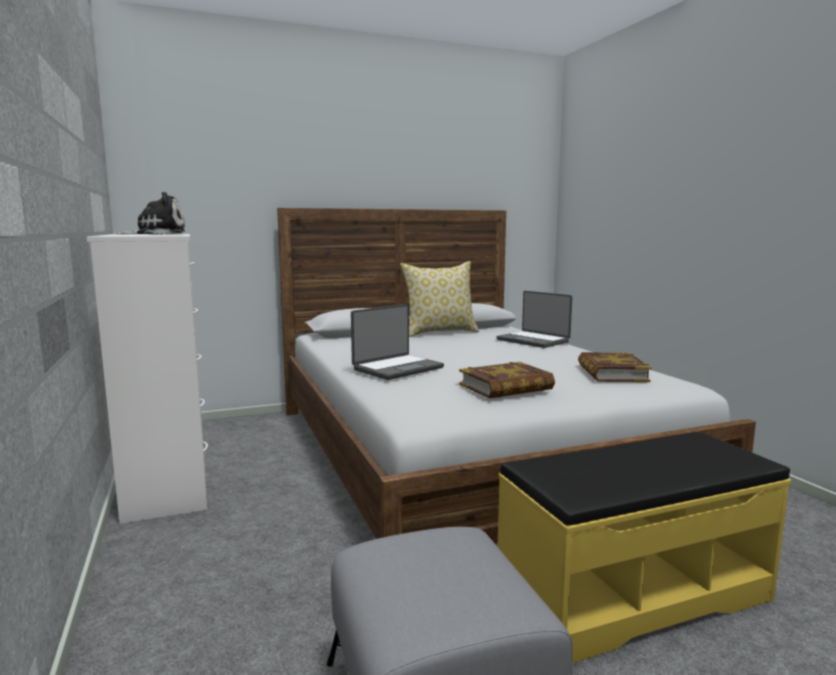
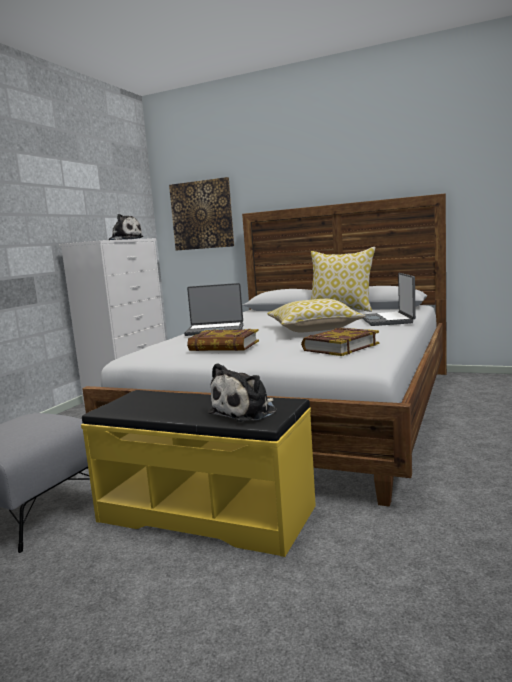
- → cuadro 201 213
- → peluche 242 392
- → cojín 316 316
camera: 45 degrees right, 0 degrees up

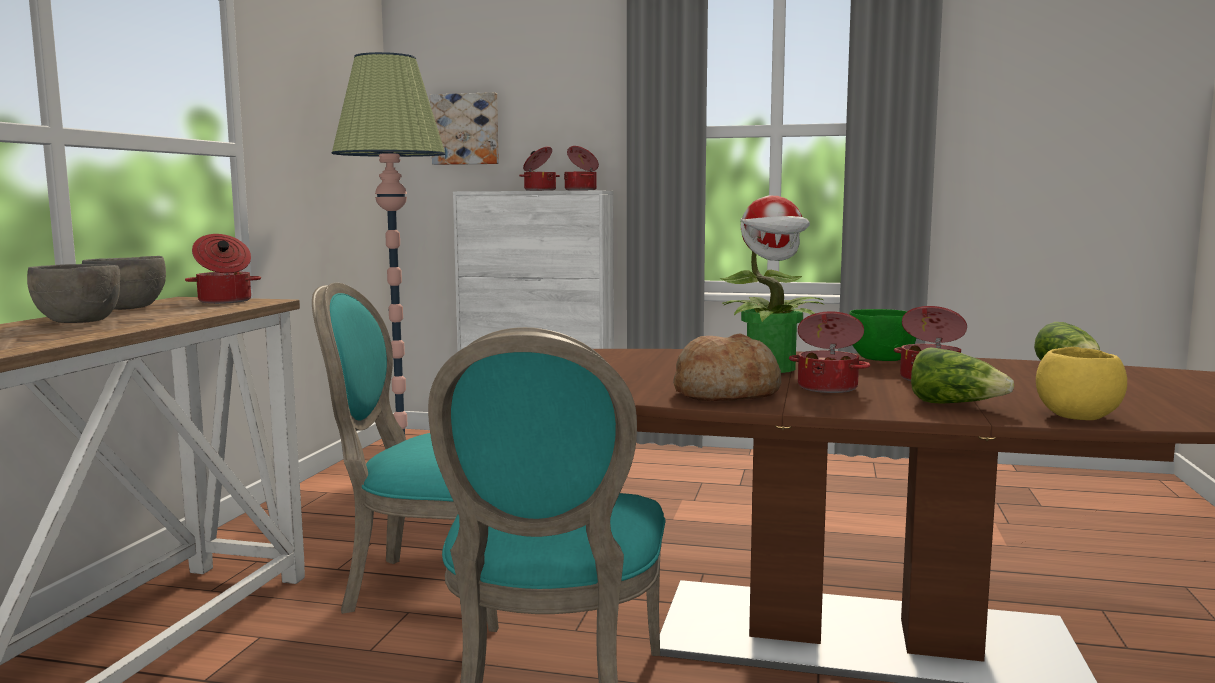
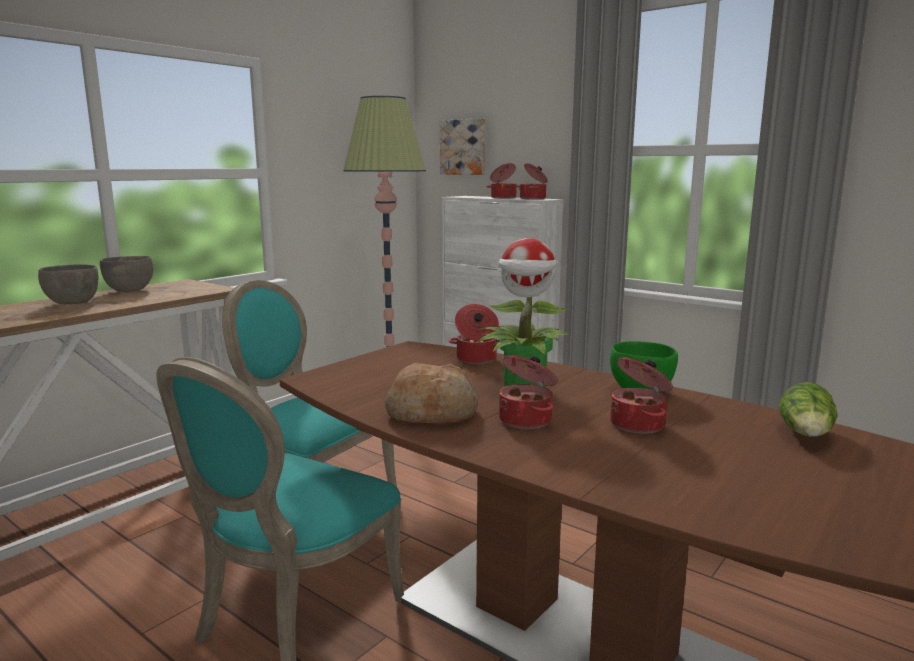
olla 223 269 → olla 473 334, relocated
lechuga 962 375 → -
cuenco (amarillo) 1081 383 → -
camera: 25 degrees right, 5 degrees up

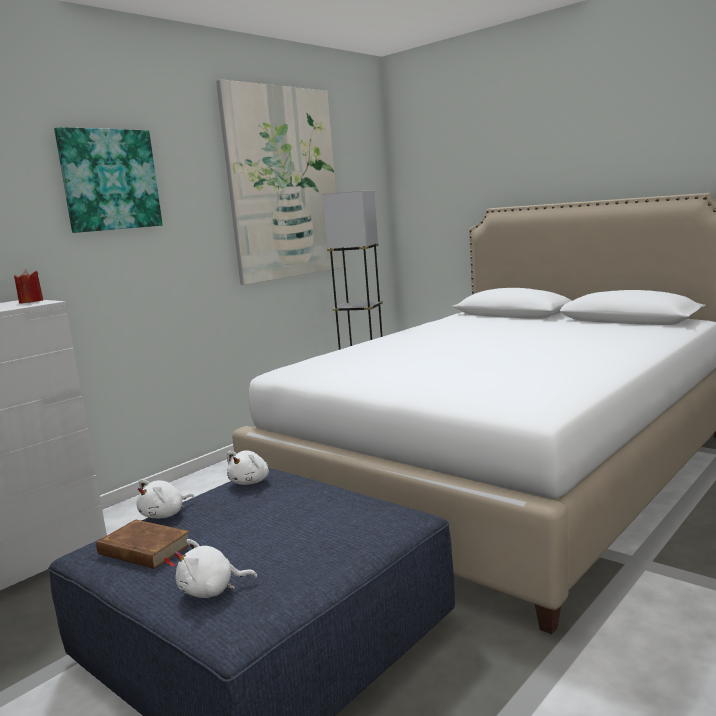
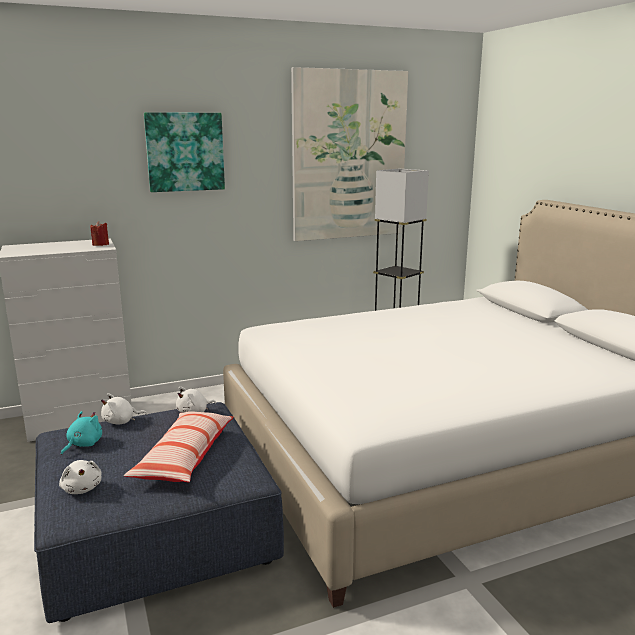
peluche (blanco) 216 568 → peluche (blanco) 80 477, 135 degrees counterclockwise
libro (marrón) 143 544 → peluche (turquesa) 81 433
- → cojín 179 446
camera: 25 degrees right, 5 degrees up

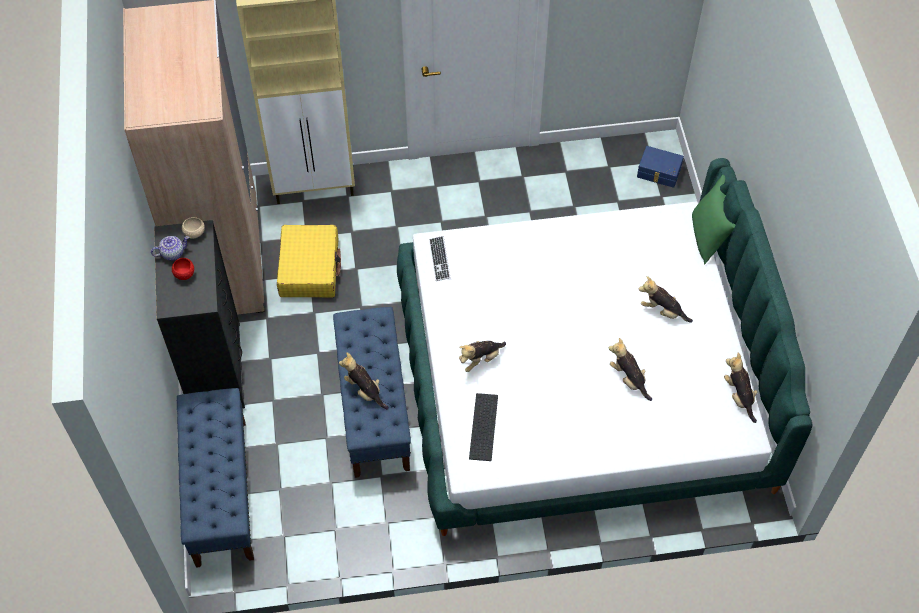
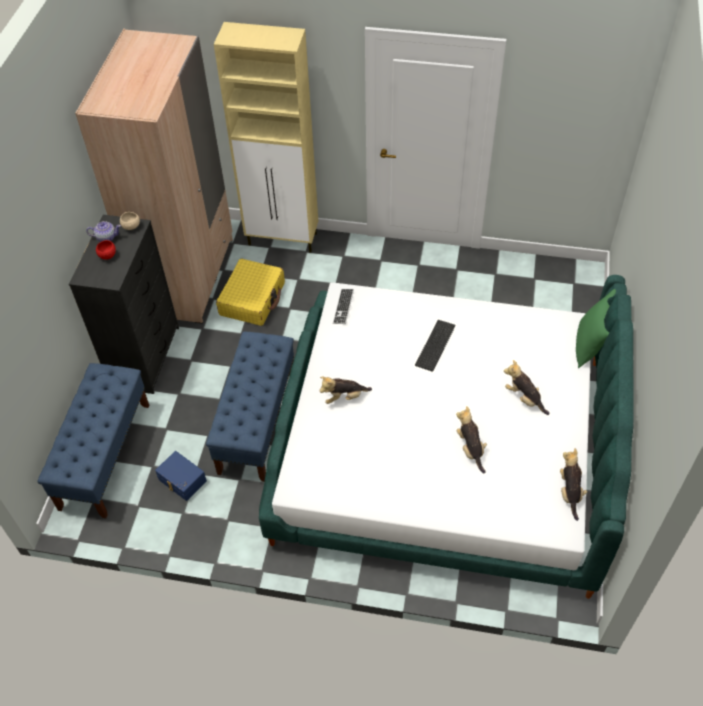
caja de almacenaje (azul) 660 167 → caja de almacenaje (azul) 181 476, relocated
teclado 483 427 → teclado 435 346, relocated
peluche 364 381 → -
camera: 20 degrees right, 5 degrees down

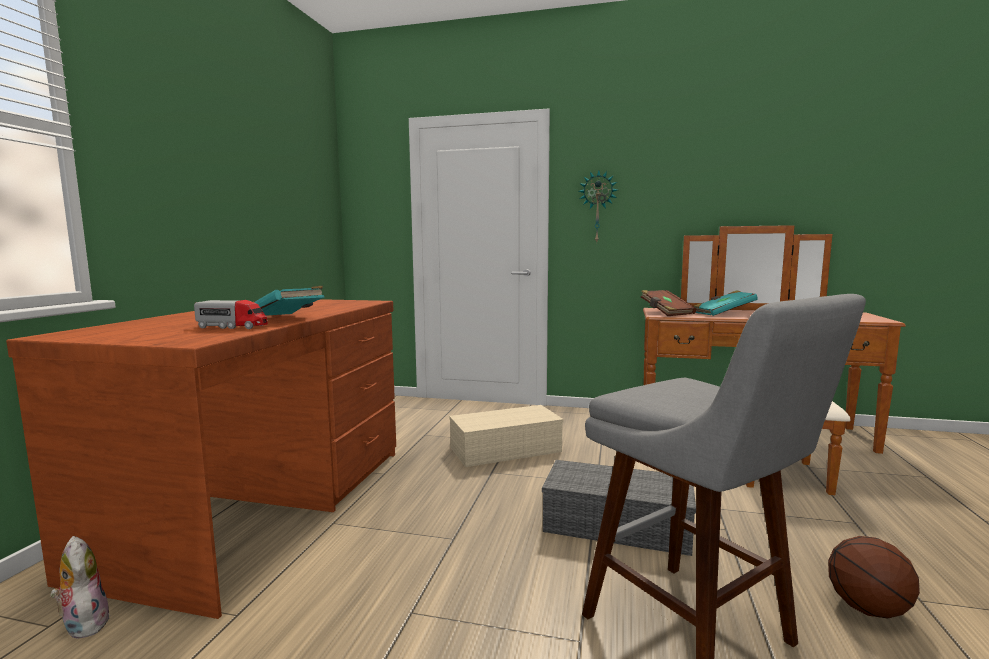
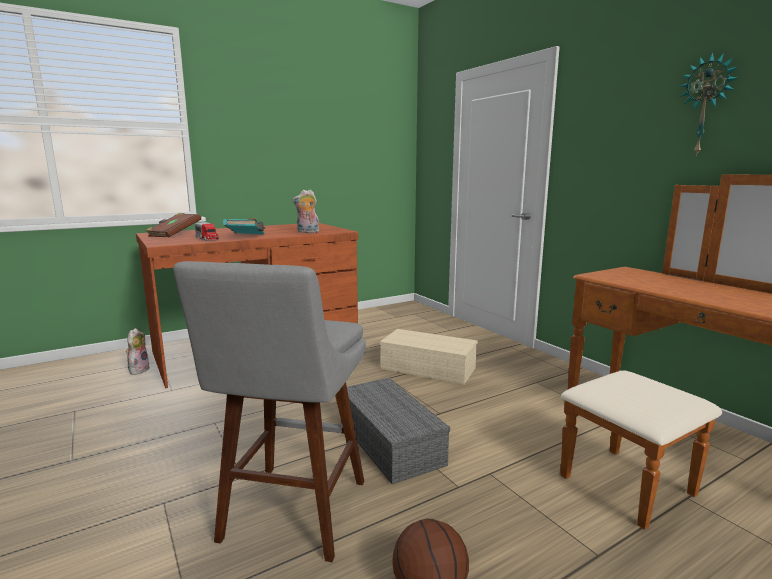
libro (marrón) 668 303 → libro (marrón) 173 225, relocated
- → peluche 305 211
reloj de pared 598 206 → reloj de pared 709 104, relocated
libro (turquesa) 726 303 → -
camera: 45 degrees right, 5 degrees up

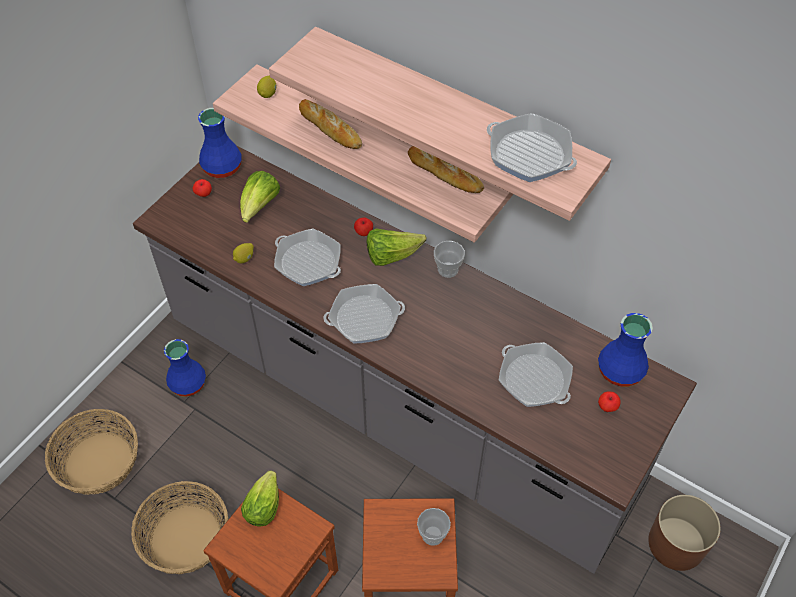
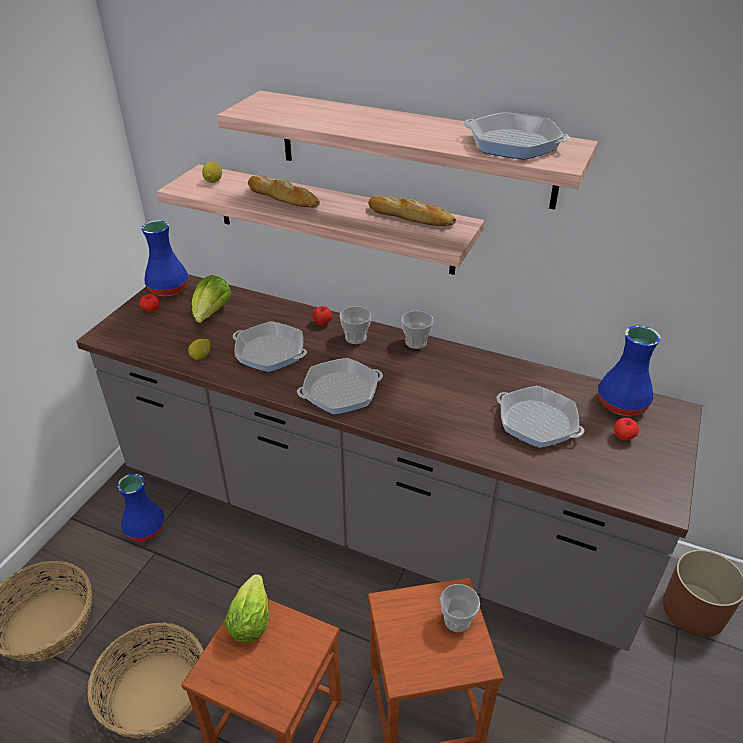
lechuga 396 247 → taza 355 325
camera: 10 degrees left, 15 degrees down

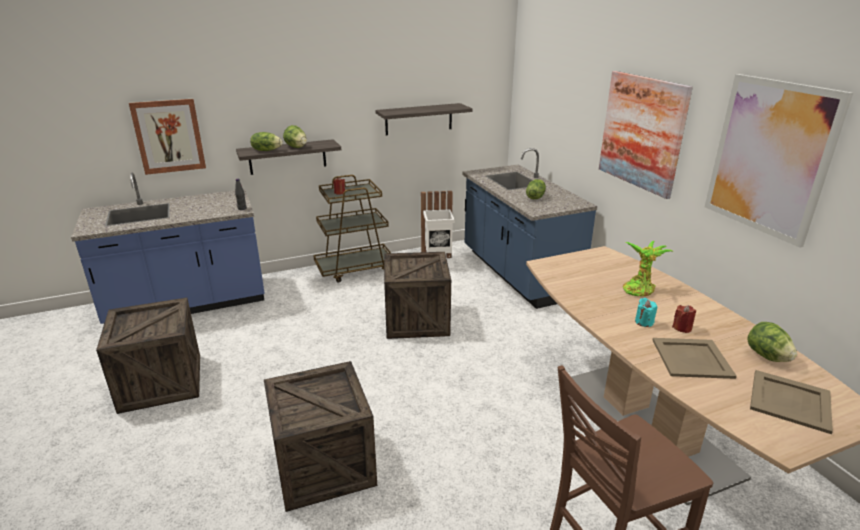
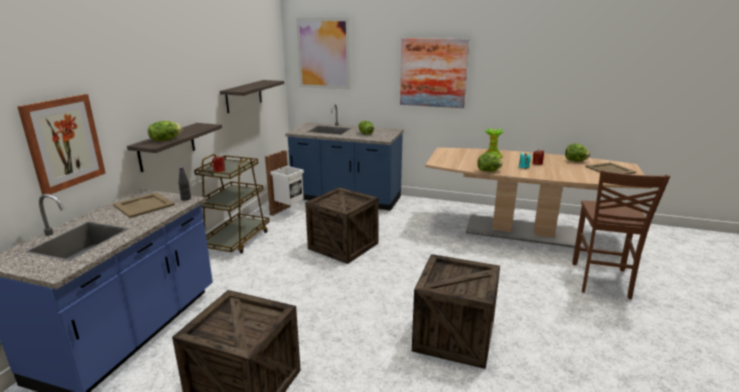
bandeja (beis) 695 358 → bandeja (beis) 144 205, relocated
cuadro 779 160 → cuadro 323 54, relocated
lechuga 295 136 → lechuga 489 162, relocated
camera: 50 degrees left, 5 degrees down

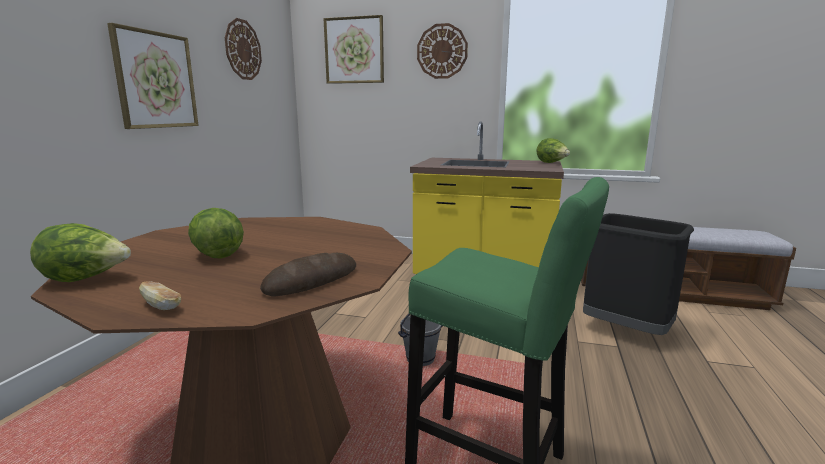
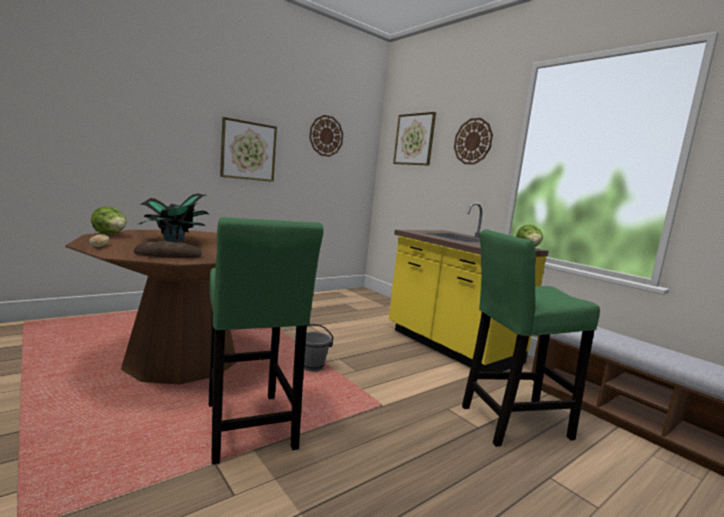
lechuga 216 233 → planta en maceta 173 218
papelera (negro) 638 274 → taburete (verde) 531 338
camera: 35 degrees right, 5 degrees down

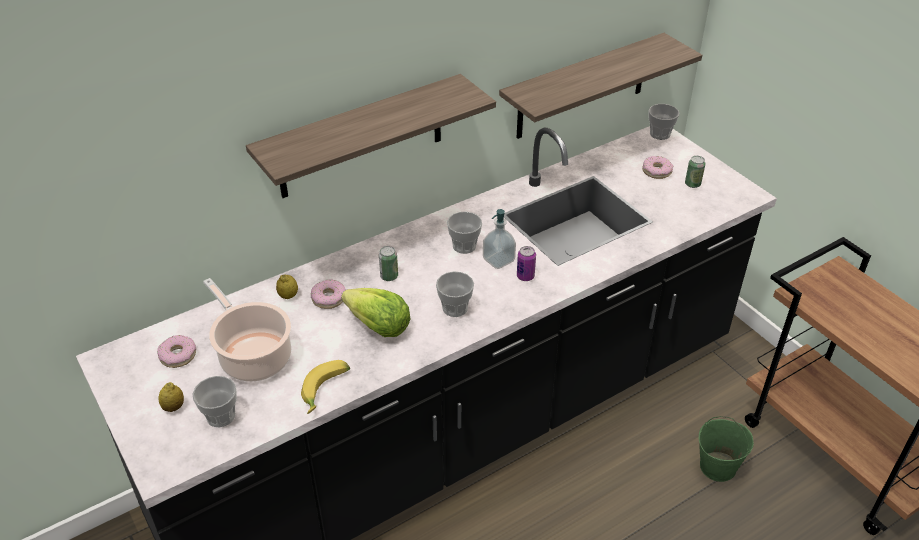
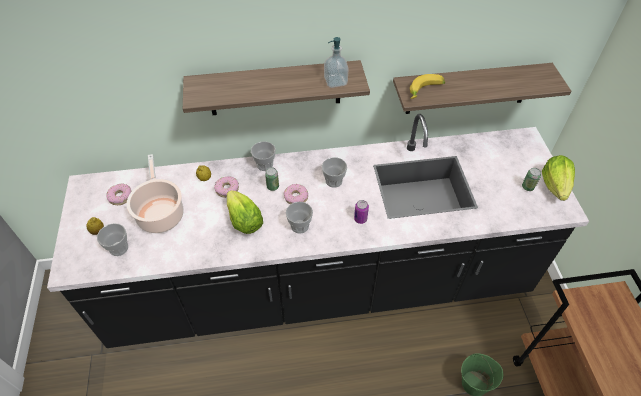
taza 664 122 → taza 263 156, relocated
rosquilla 657 167 → rosquilla 296 194, relocated
dispensador de jabón 499 239 → dispensador de jabón 336 62, relocated
plátano 325 387 → plátano 427 86, relocated
- → lechuga 558 178
camera: 25 degrees right, 10 degrees up

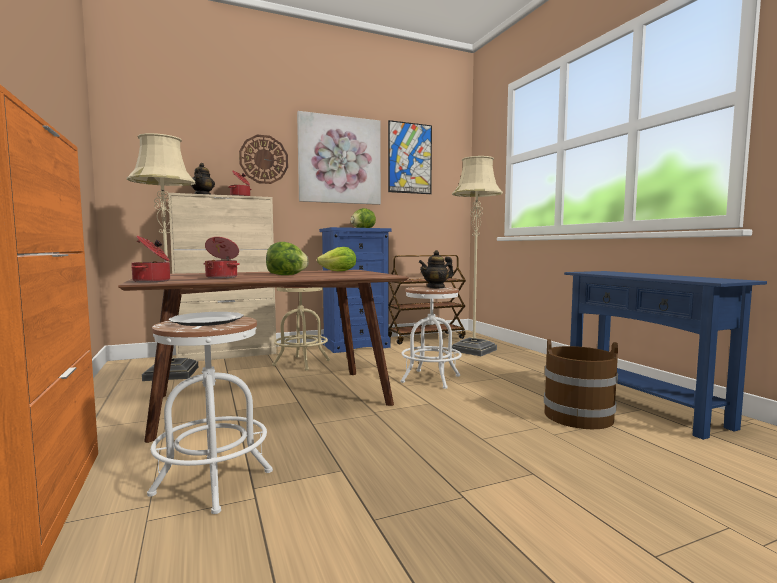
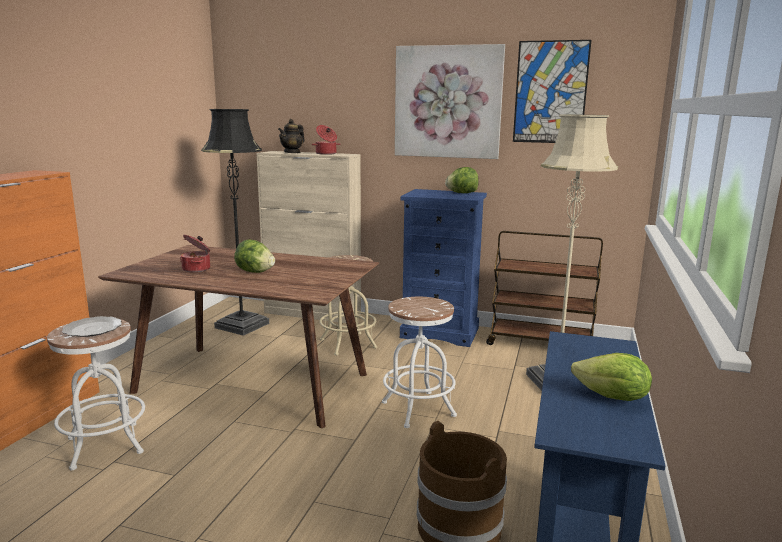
lámpara de pie (beis) 162 257 → lámpara de pie (negro) 235 222
lechuga 336 259 → lechuga 611 377, relocated
olla 150 259 → -
reloj de pared 263 159 → -
tetera 436 269 → -
camera: 40 degrees right, 10 degrees up

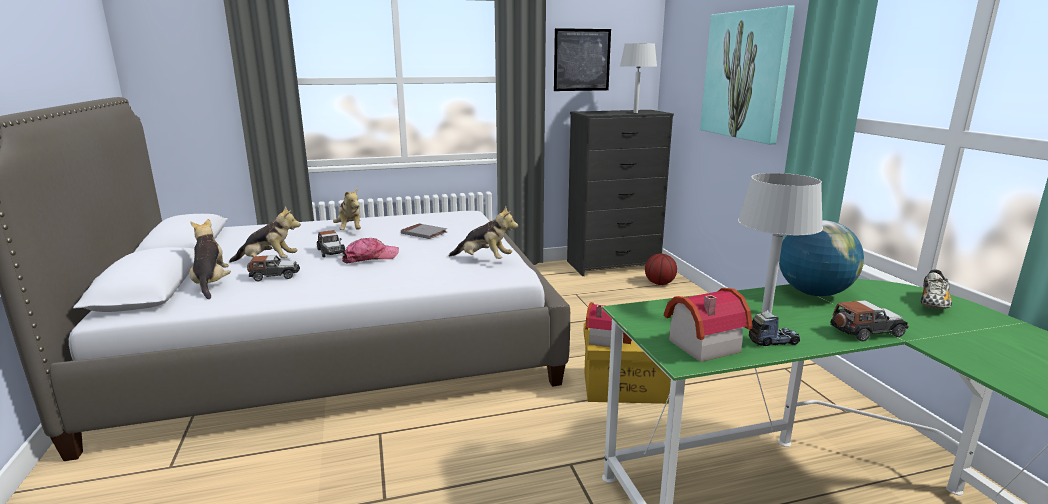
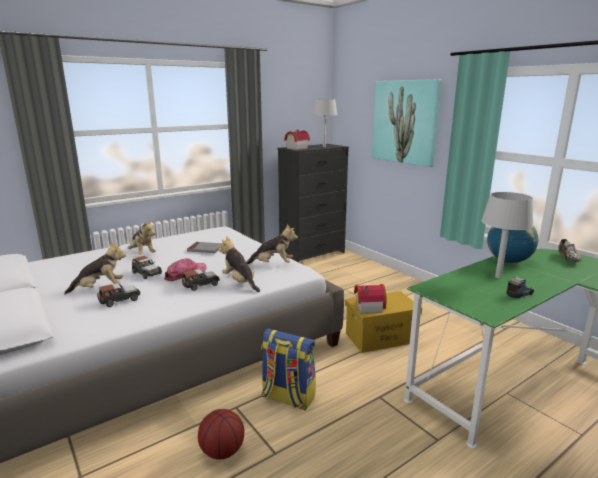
coche de juguete 869 320 → coche de juguete 201 280, relocated
balón de baloncesto 661 269 → balón de baloncesto 221 434, relocated
peluche 210 259 → peluche 239 264, relocated
- → mochila 288 370
casita 708 325 → casita 297 140, relocated
cuadro 582 59 → -
camera: 20 degrees left, 0 degrees up

